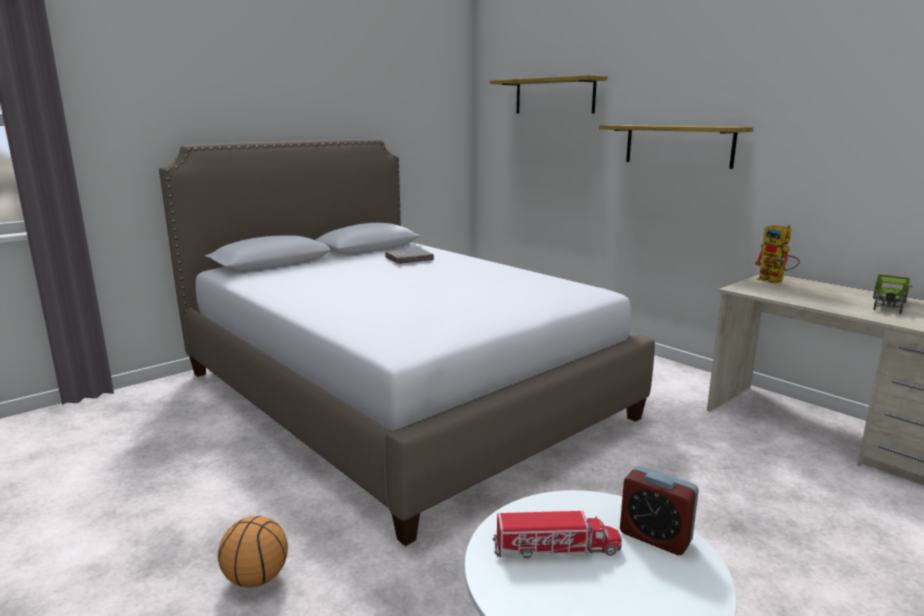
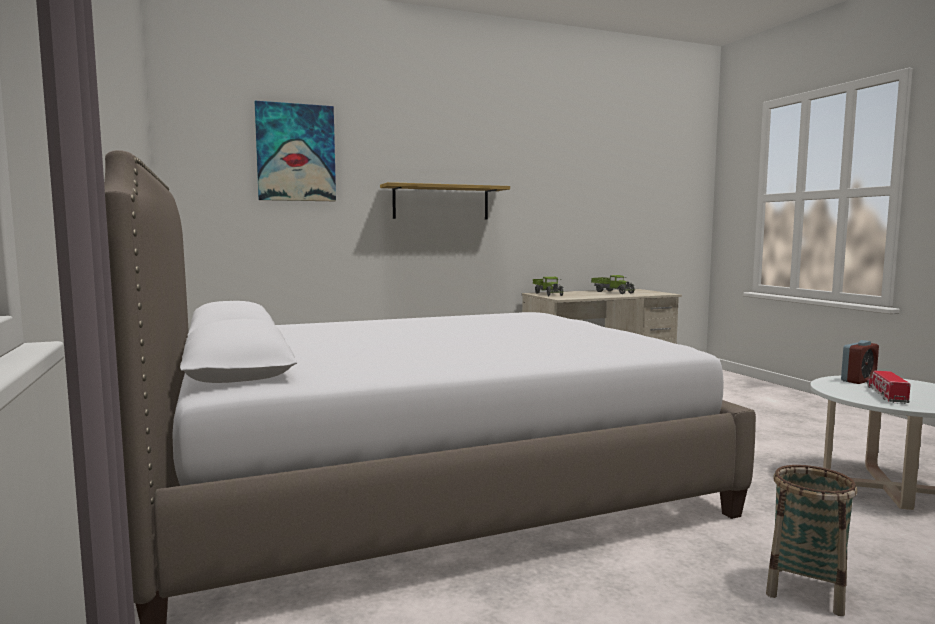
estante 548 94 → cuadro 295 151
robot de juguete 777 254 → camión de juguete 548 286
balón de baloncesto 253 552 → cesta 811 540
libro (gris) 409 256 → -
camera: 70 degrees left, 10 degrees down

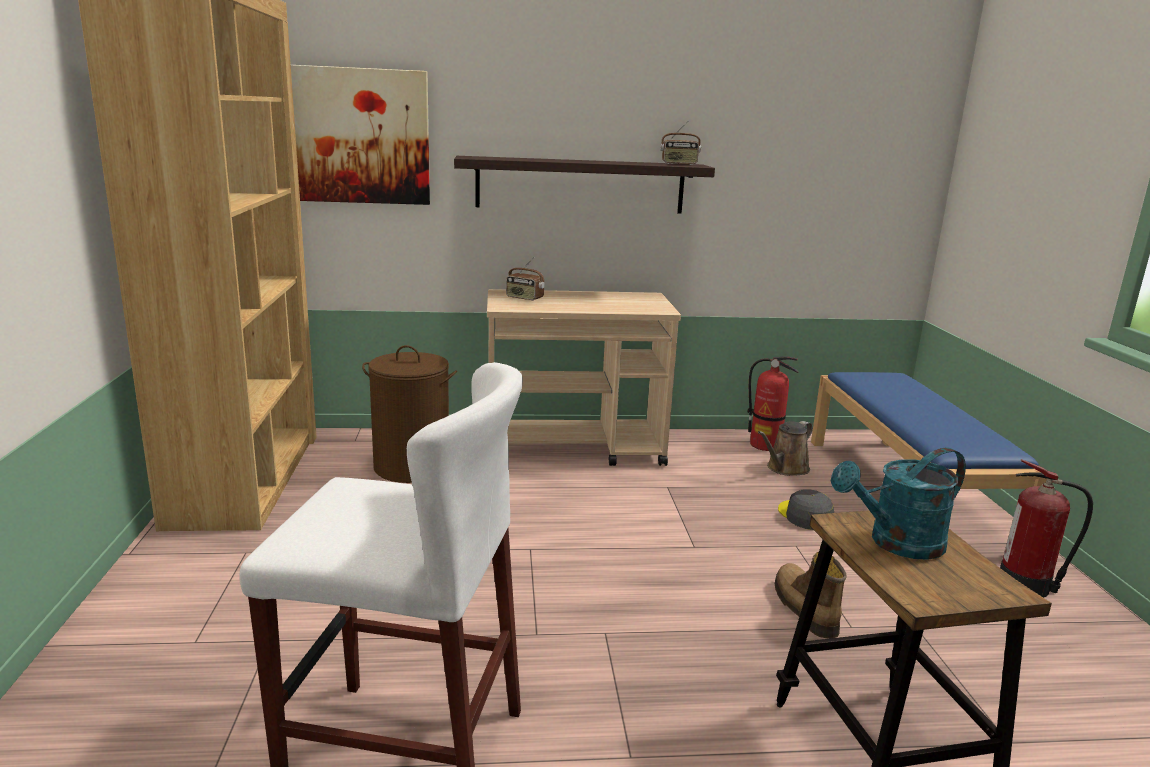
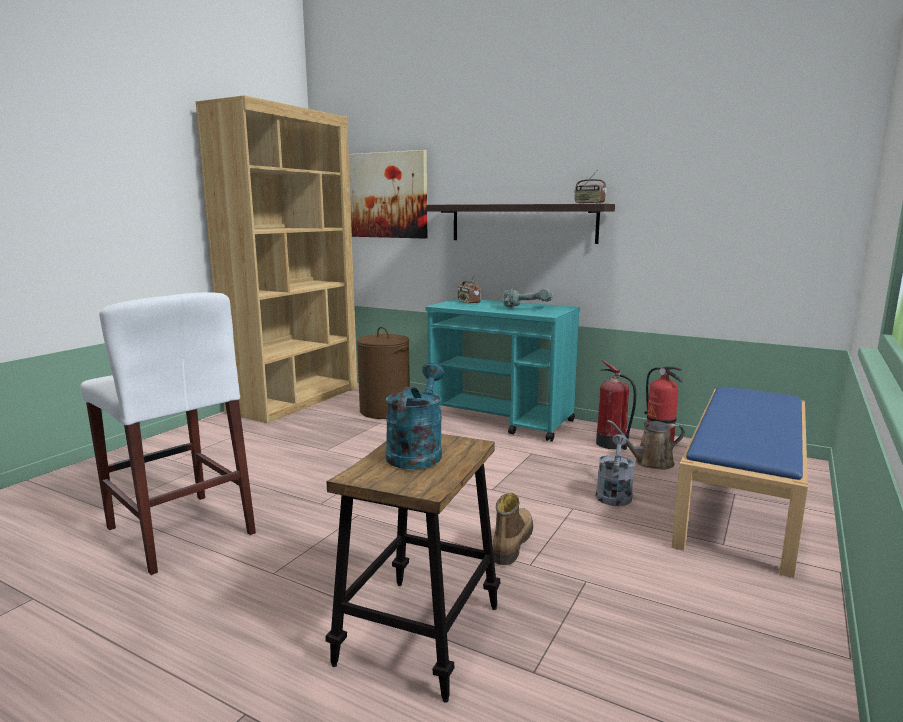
regadera (turquesa) 898 503 → regadera (turquesa) 415 415, 90 degrees clockwise
carrito (beis) 584 377 → carrito (turquesa) 503 370
- → taladro 528 297
extintor 1046 528 → extintor 616 405, relocated
gorra (gris) 806 509 → regadera (gris) 615 470
camera: 35 degrees right, 5 degrees down

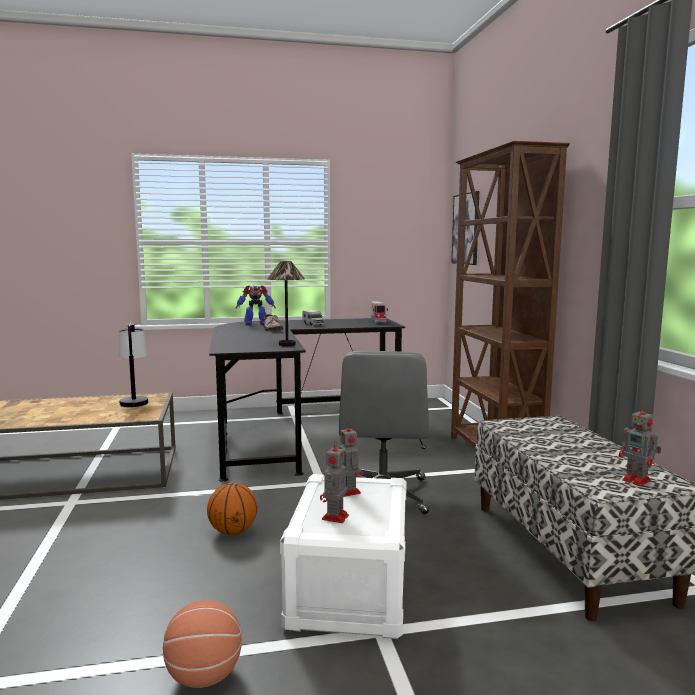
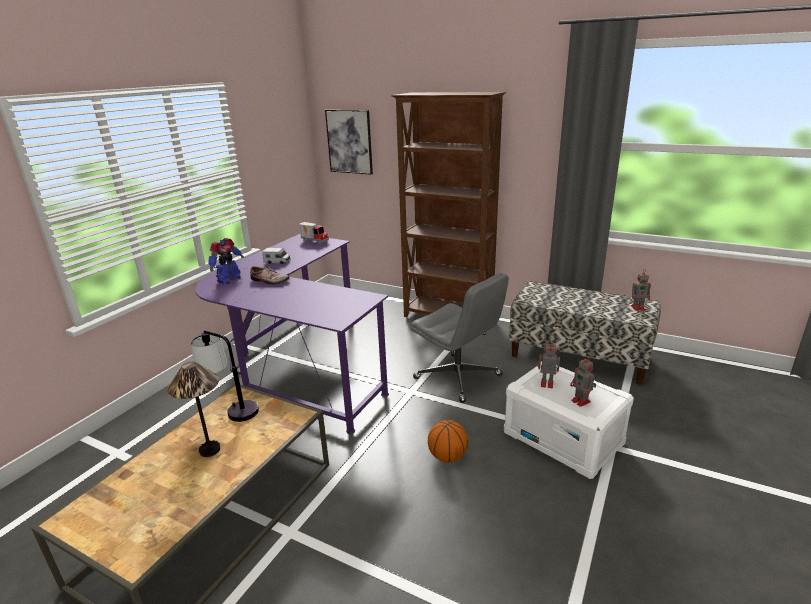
lámpara de mesa 286 303 → lámpara de mesa 194 409, relocated
escritorio (negro) 307 400 → escritorio (morado) 292 334
balón de baloncesto 202 644 → -
camera: 50 degrees left, 15 degrees up

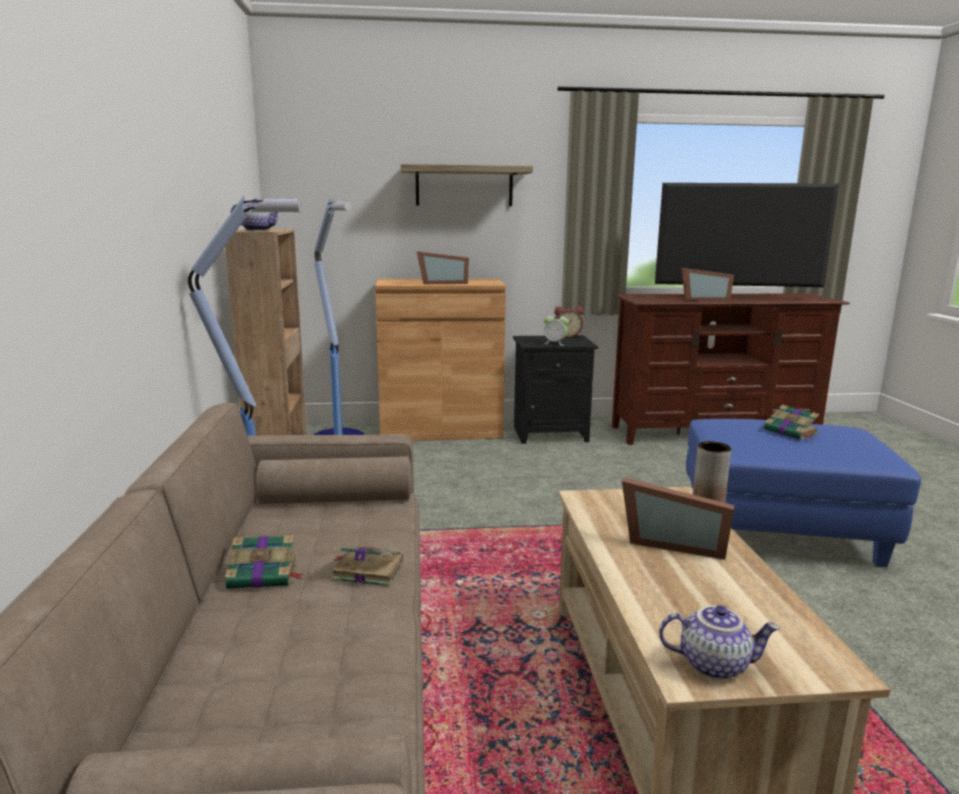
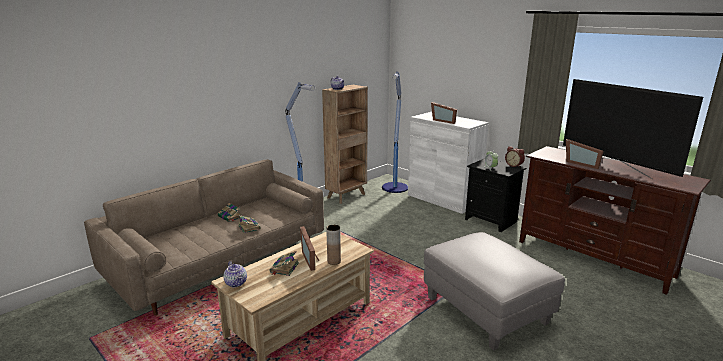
libro 791 422 → libro 284 263, relocated
armario (marrón) 440 360 → armario (blanco) 448 163
puf (azul) 803 493 → puf (gris) 494 291
estante 467 185 → -
camera: 50 degrees right, 5 degrees up

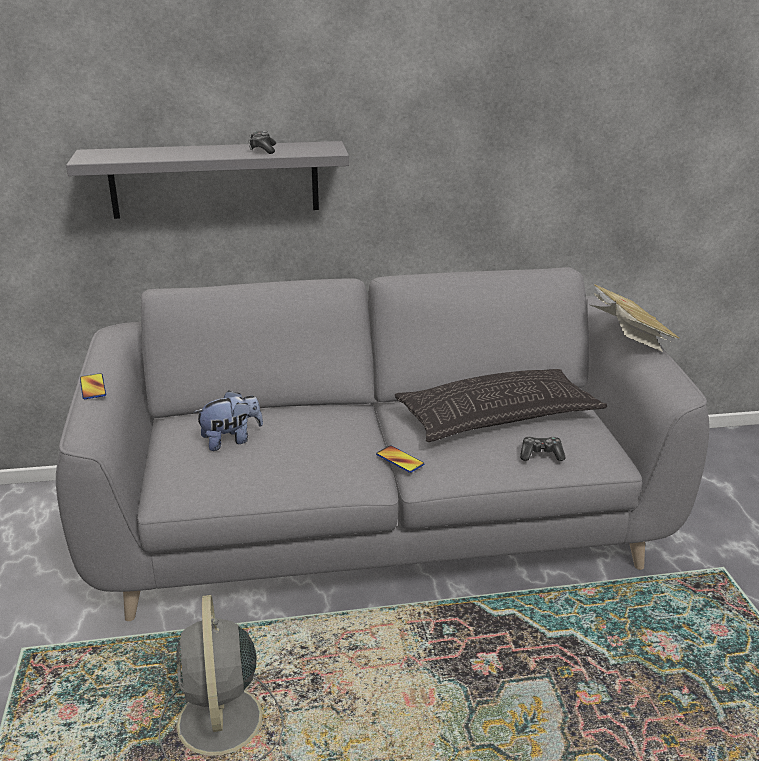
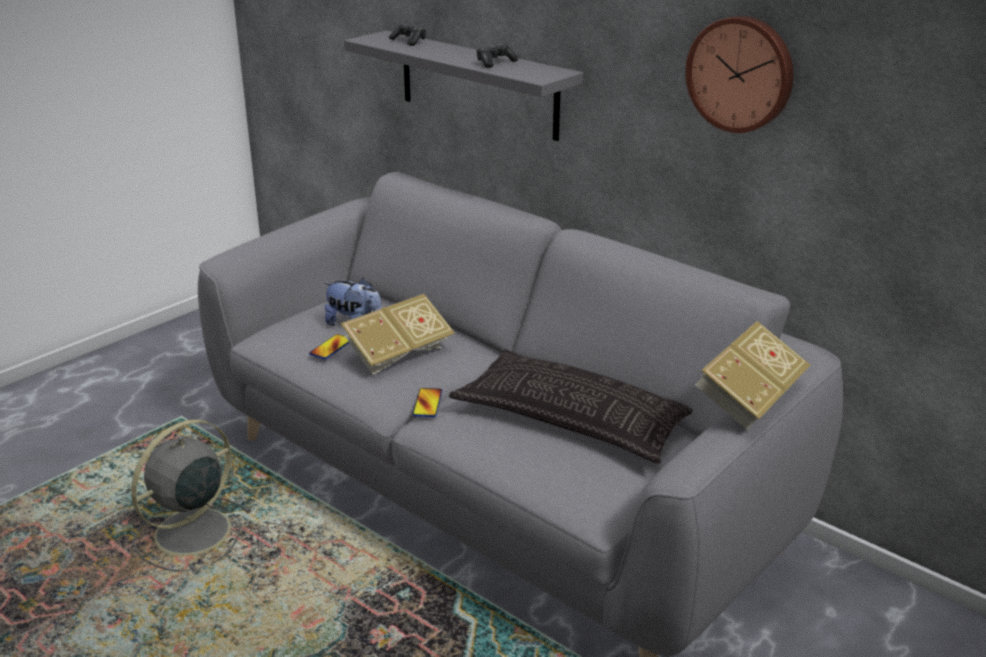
móvil 93 386 → móvil 329 346, relocated
- → libro 398 334
mando de consola 543 448 → mando de consola 407 35, relocated
- → reloj de pared 739 74
camera: 50 degrees right, 0 degrees up

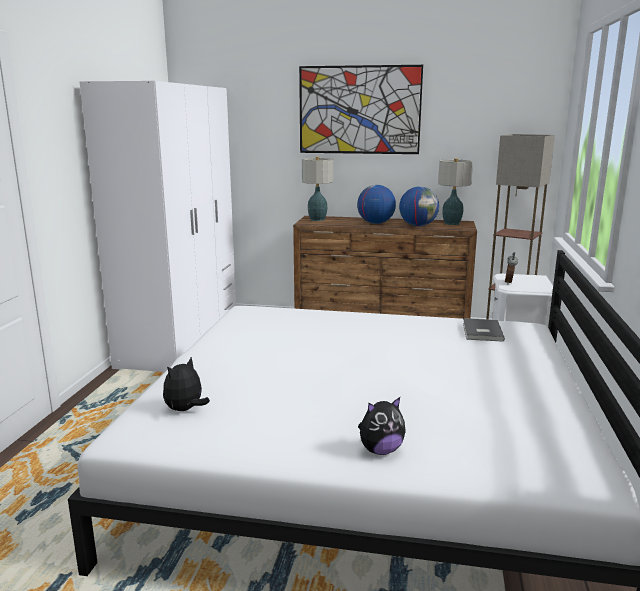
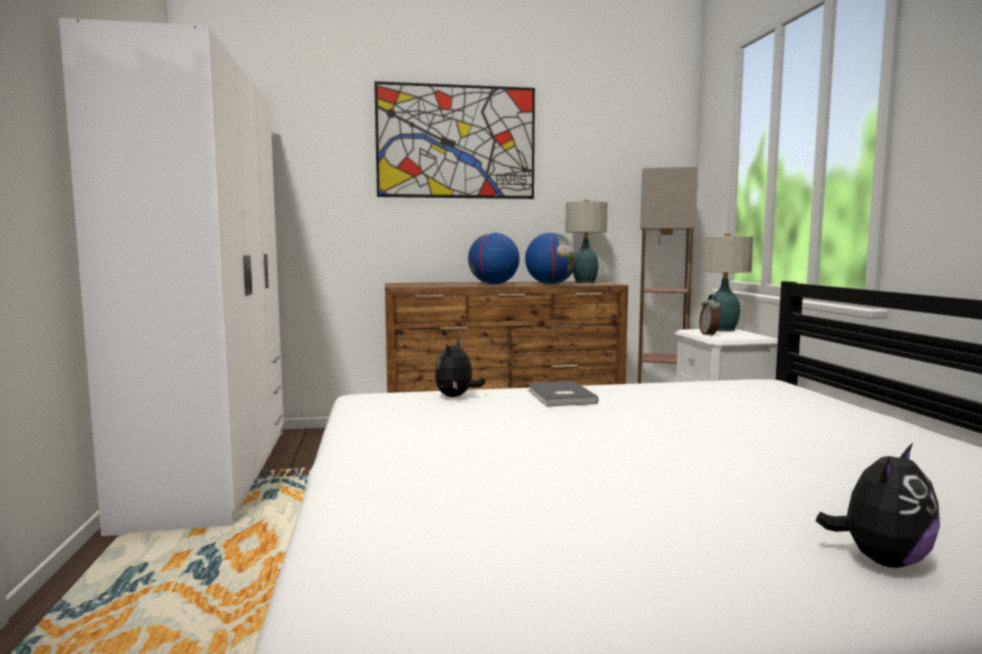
peluche 186 384 → peluche 460 368, relocated
libro (gris) 484 330 → libro (gris) 563 394, relocated
lámpara de mesa 317 189 → lámpara de mesa 727 282, relocated
camera: 20 degrees left, 10 degrees down

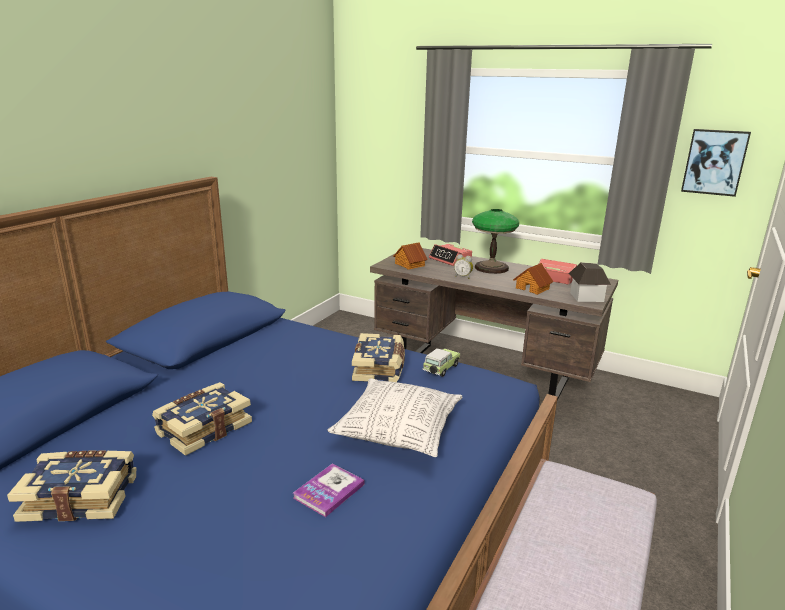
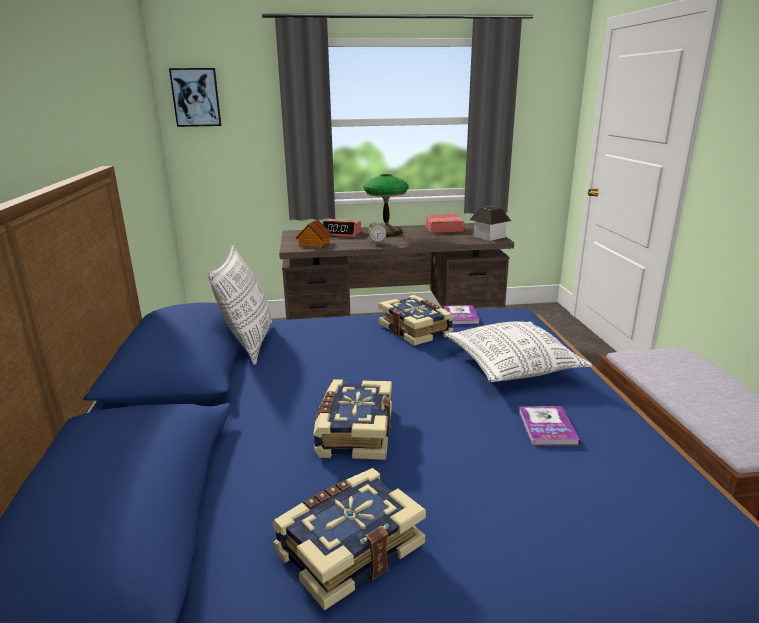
cuadro 716 163 → cuadro 195 97, relocated
- → cojín 240 305
coche de juguete 441 362 → libro 462 315
casita 533 279 → -
camera: 35 degrees left, 0 degrees up

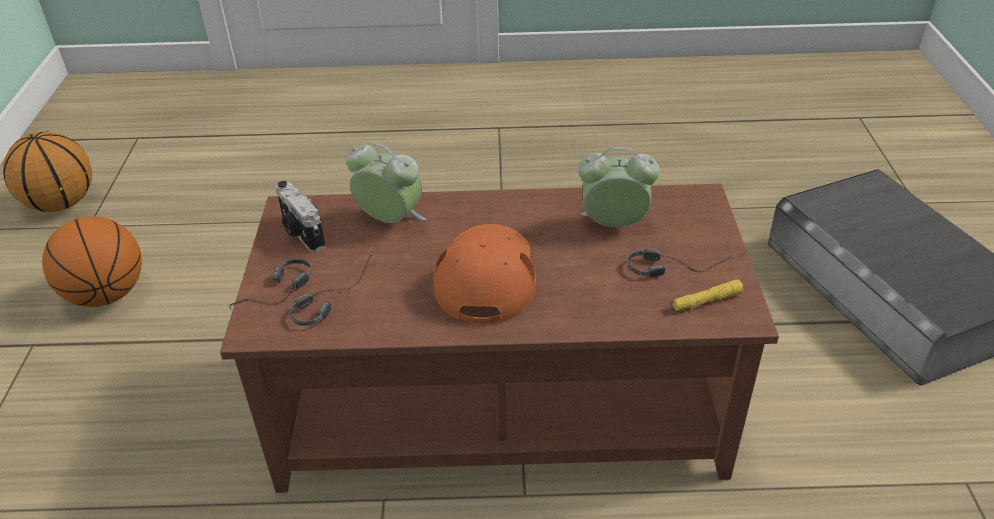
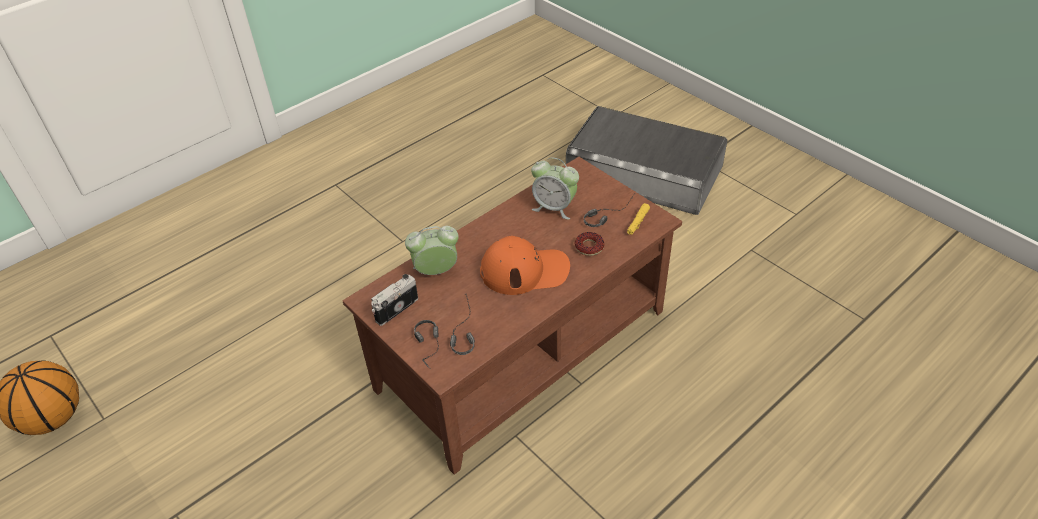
cámara 300 217 → cámara 394 300, 120 degrees clockwise
gorra (naranja) 484 274 → gorra (naranja) 525 265, 120 degrees clockwise
despertador 619 187 → despertador 555 188, 120 degrees counterclockwise
- → rosquilla 589 244
balón de baloncesto 92 261 → -
camera: 40 degrees left, 5 degrees up

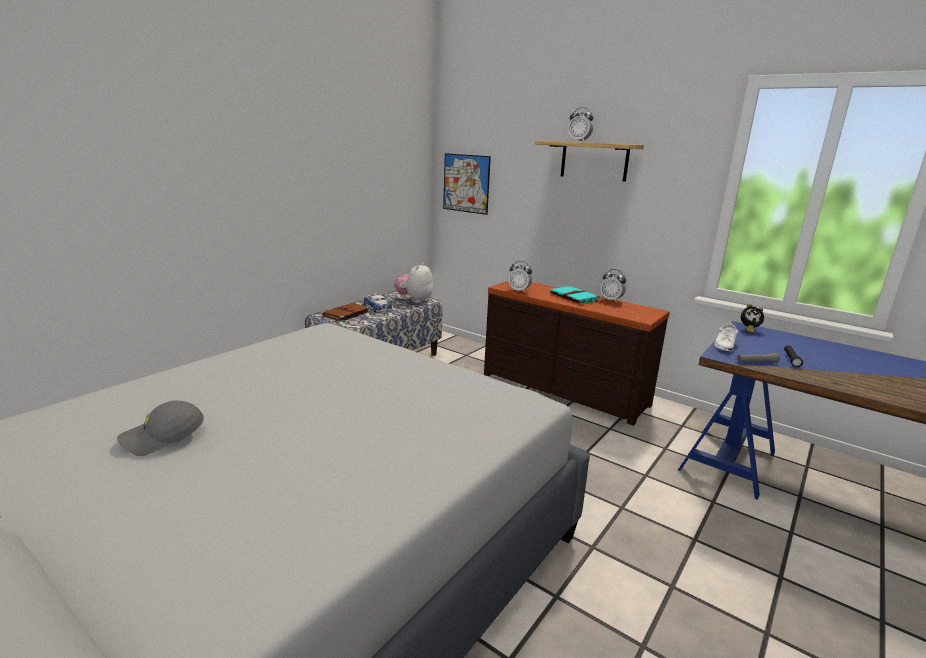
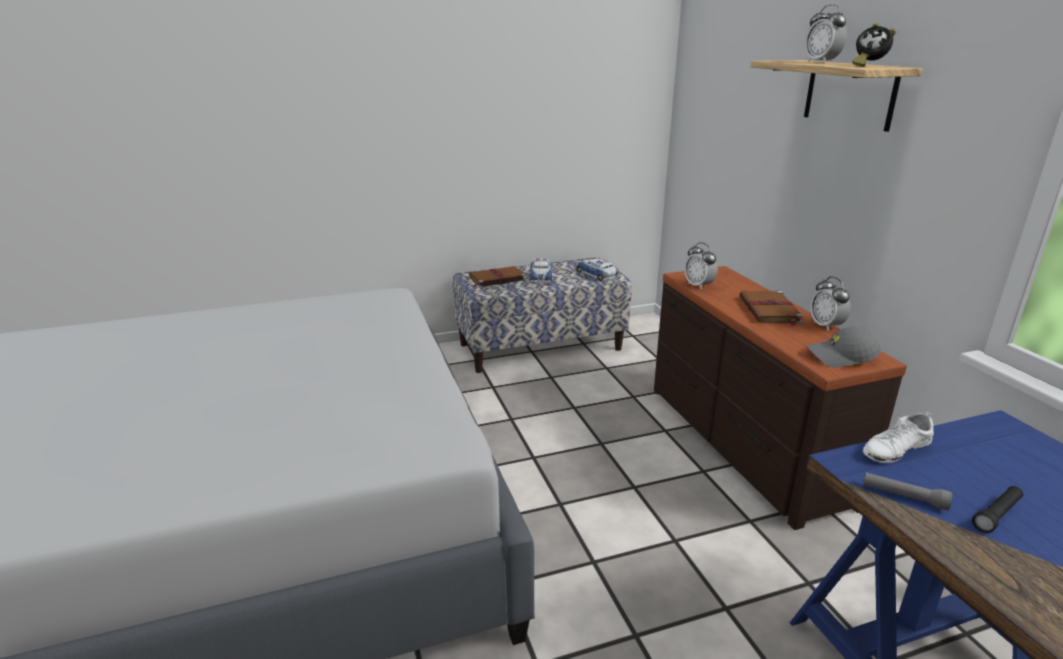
peluche 413 283 → coche de juguete 598 270
libro (turquesa) 575 295 → libro (marrón) 771 308
gorra (gris) 160 428 → gorra (gris) 844 347, relocated
despertador 752 319 → despertador 874 45, relocated
cuadro 467 184 → -
camera: 35 degrees right, 5 degrees up

